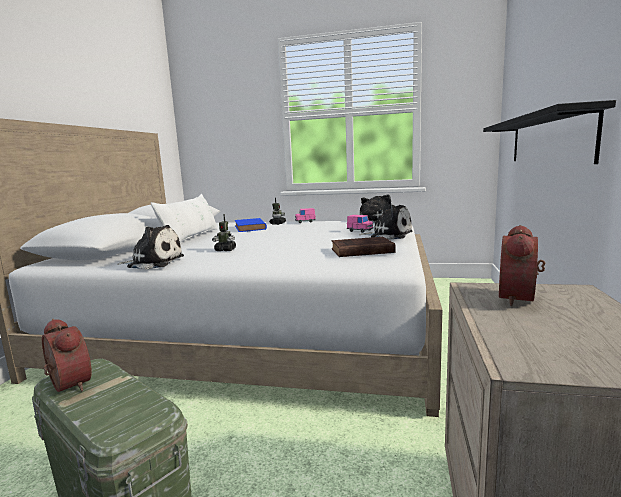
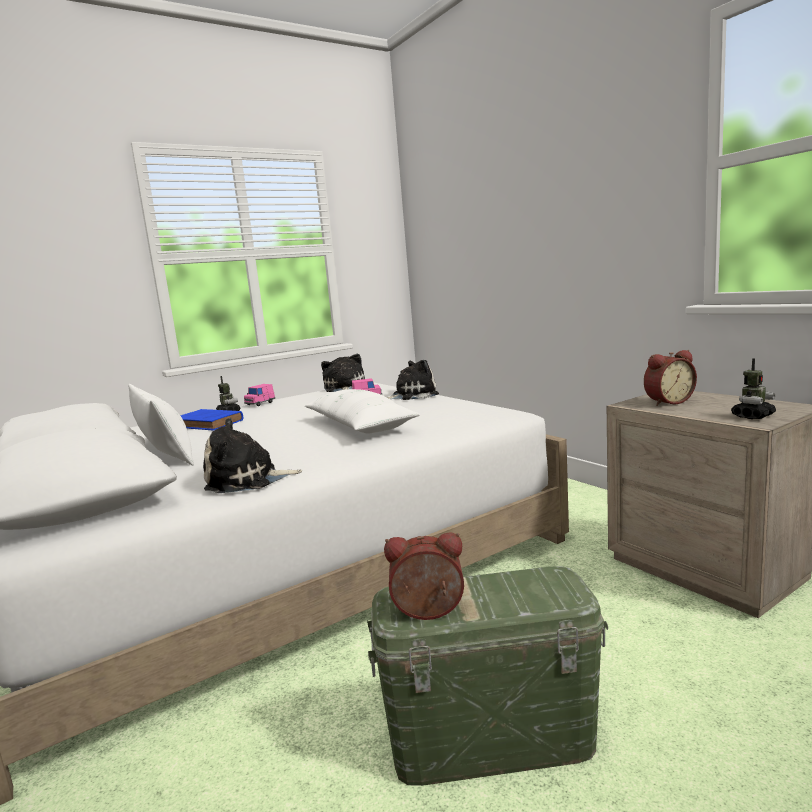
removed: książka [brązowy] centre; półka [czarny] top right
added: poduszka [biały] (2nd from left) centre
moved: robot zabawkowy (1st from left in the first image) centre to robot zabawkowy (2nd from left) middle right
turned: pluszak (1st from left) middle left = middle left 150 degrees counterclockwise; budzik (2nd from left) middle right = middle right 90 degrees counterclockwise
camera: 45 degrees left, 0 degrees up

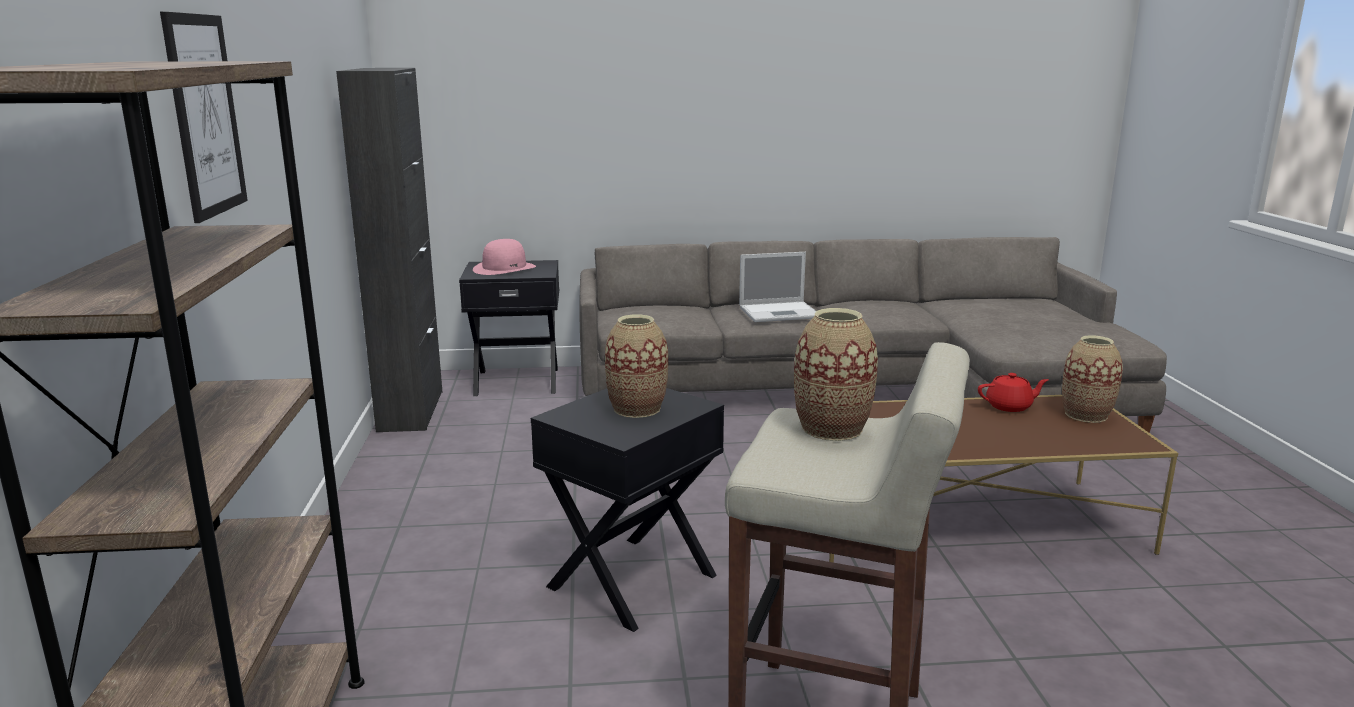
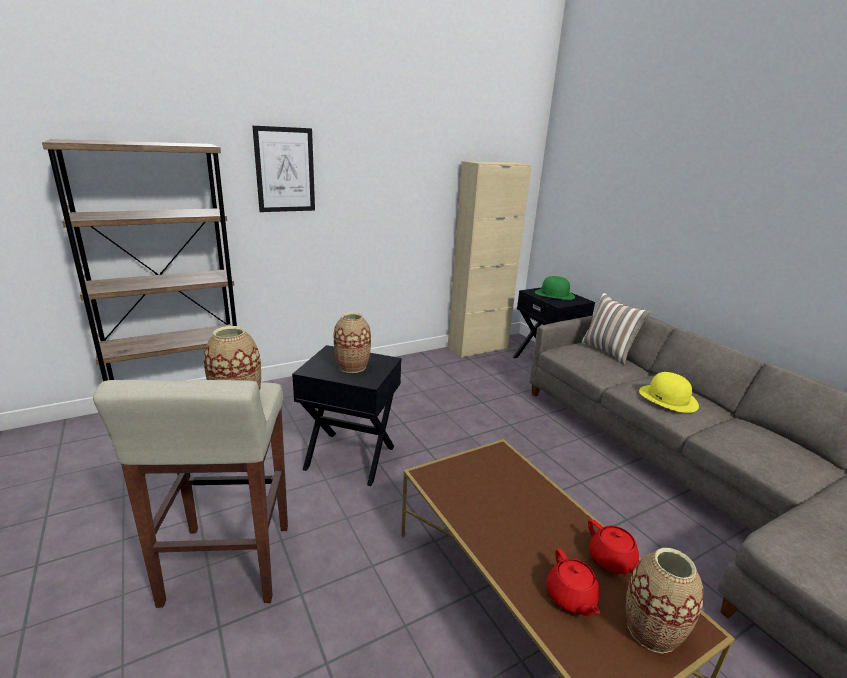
added: imbryk [czerwony] (1st from left) bottom right; poduszka middle right
replaced: laptop centre to kapelusz [żółty] middle right
recoloured: szafka [czarny] middle left to szafka [beżowy] centre; kapelusz [różowy] centre to kapelusz [zielony] centre
camera: 65 degrees right, 5 degrees up

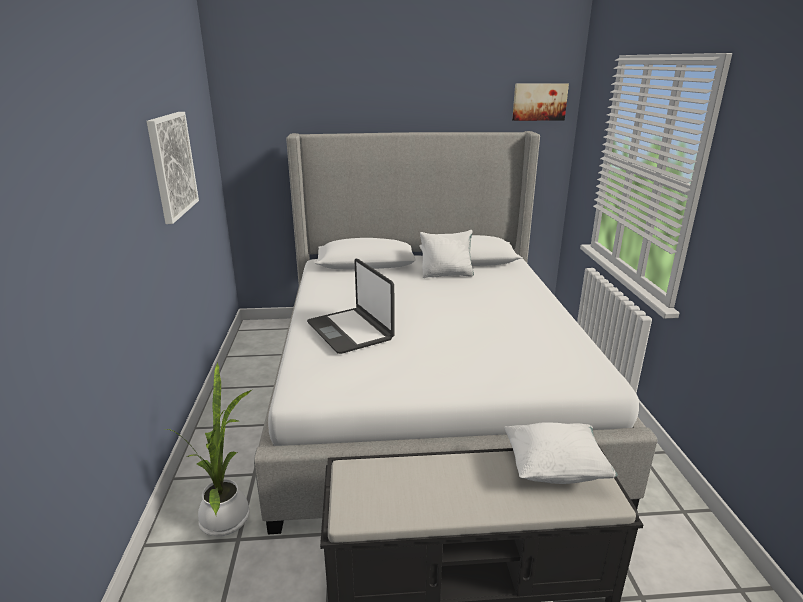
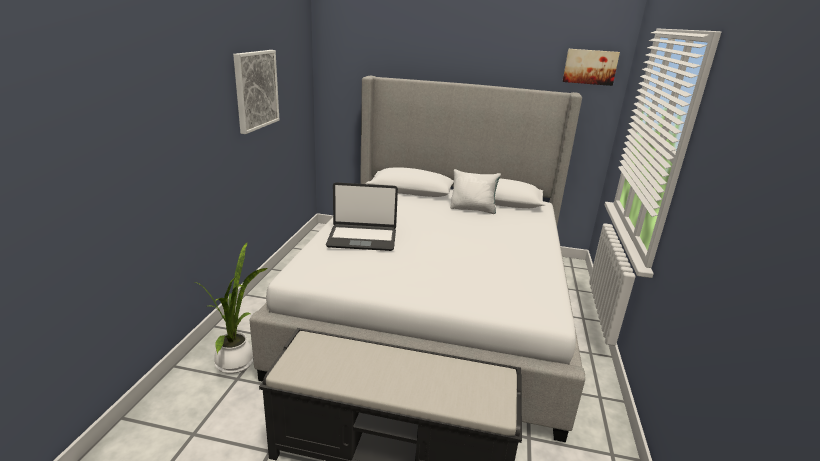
removed: poduszka [biały] (2nd from left) bottom right
turned: laptop centre = centre 75 degrees counterclockwise
camera: 15 degrees right, 0 degrees up

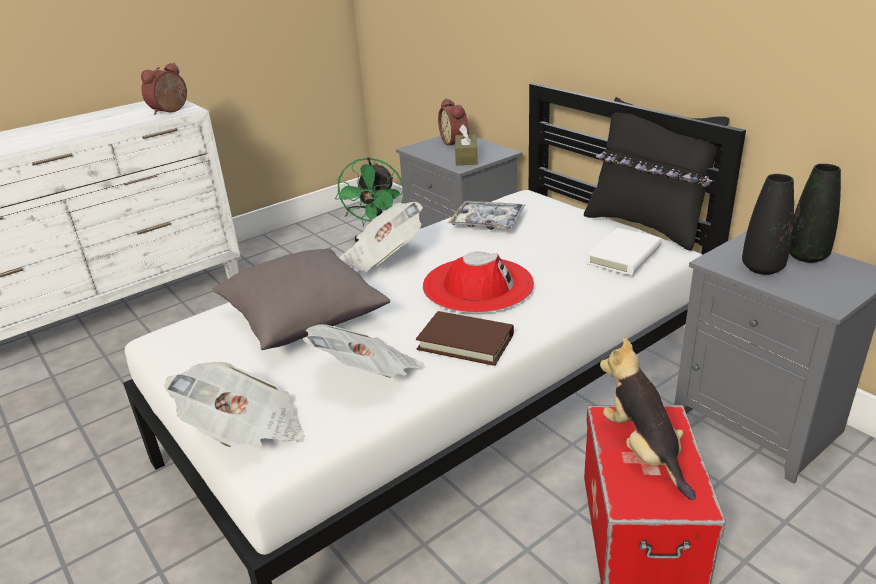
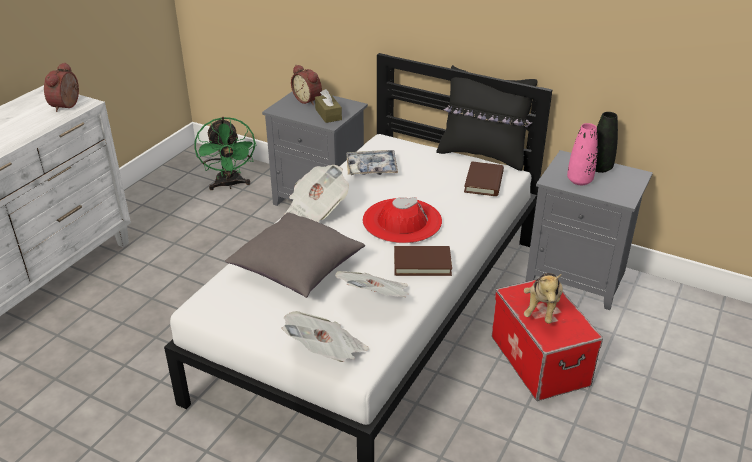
recoloured: książka [biały] middle right to książka [brązowy] (2nd from left) centre; wazon [czarny] (1st from left) middle right to wazon [różowy] middle right
turned: pluszak bottom right = middle right 120 degrees counterclockwise
camera: 25 degrees left, 5 degrees up

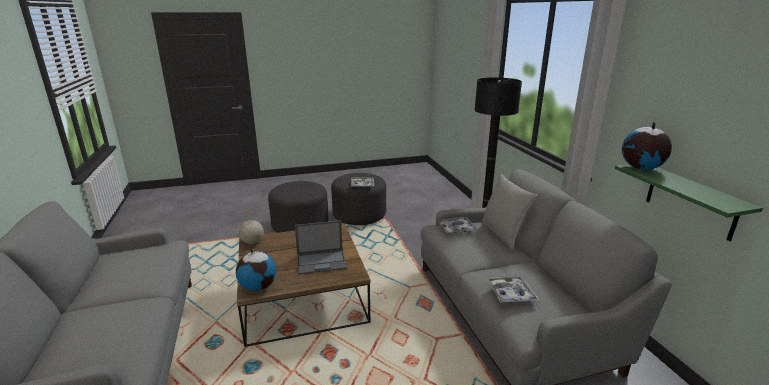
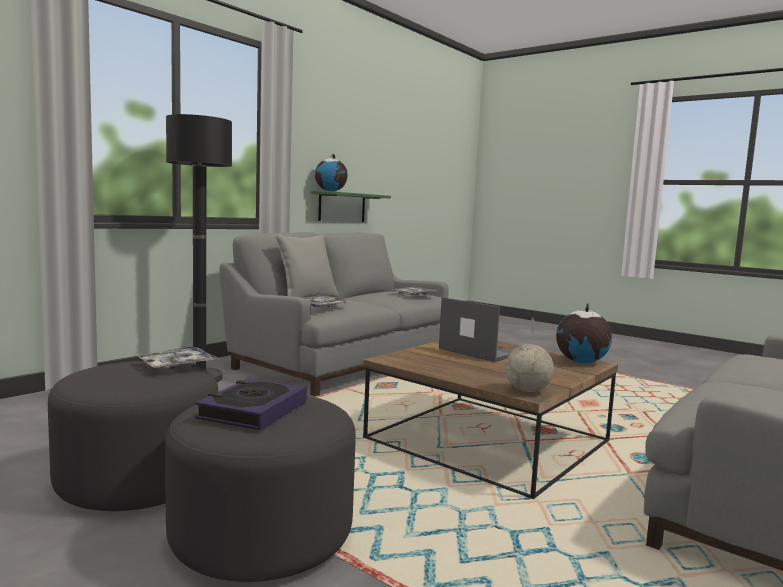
added: książka bottom left
camera: 125 degrees left, 15 degrees down

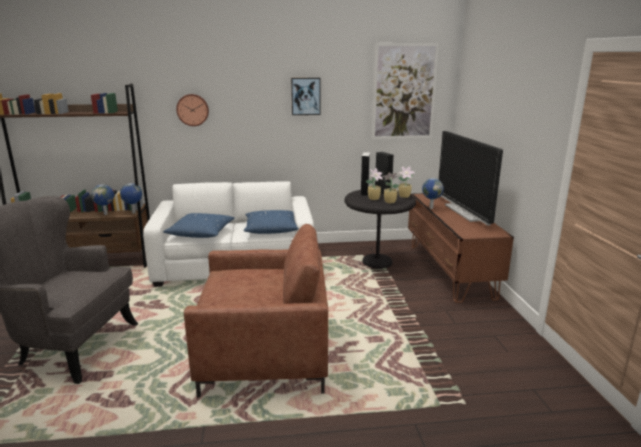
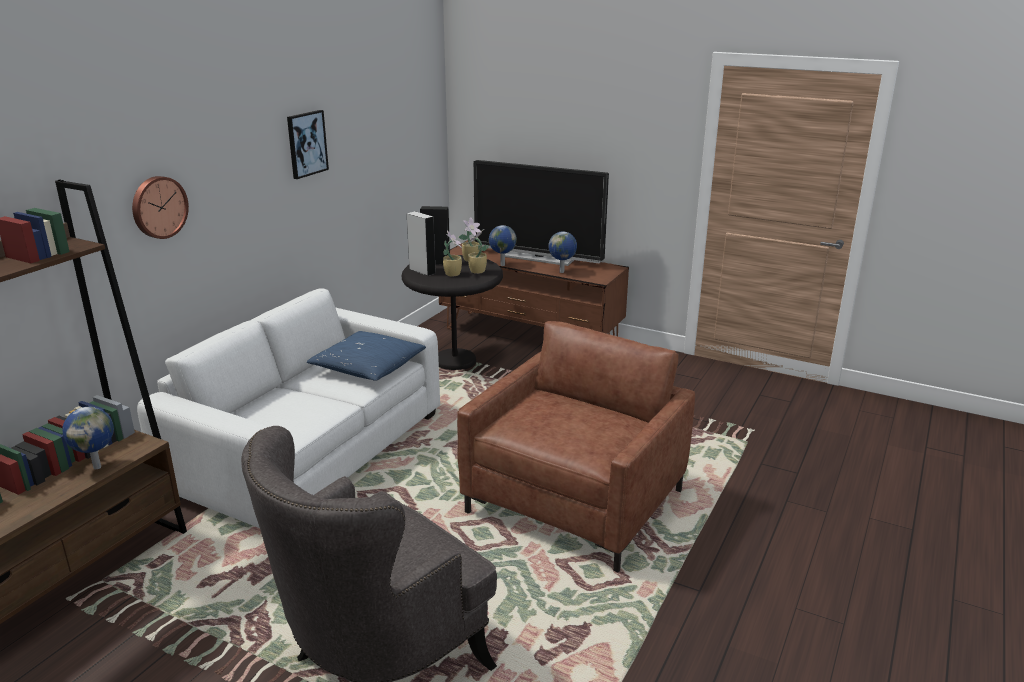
removed: poduszka [niebieski] (1st from left) middle left; obraz (2nd from left) top centre
moved: globus (2nd from left in the first image) middle left to globus (3rd from left) centre
camera: 55 degrees left, 5 degrees up

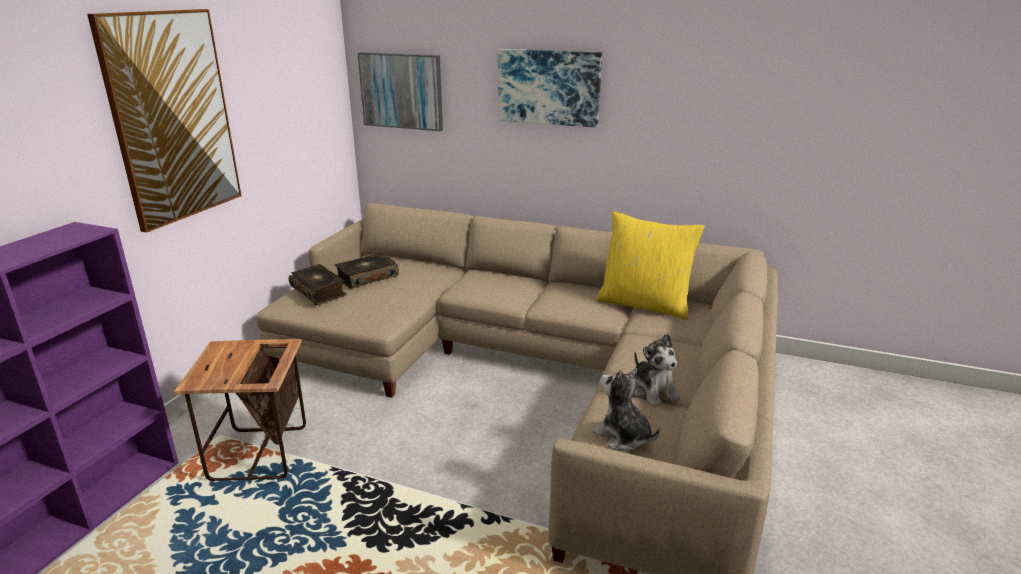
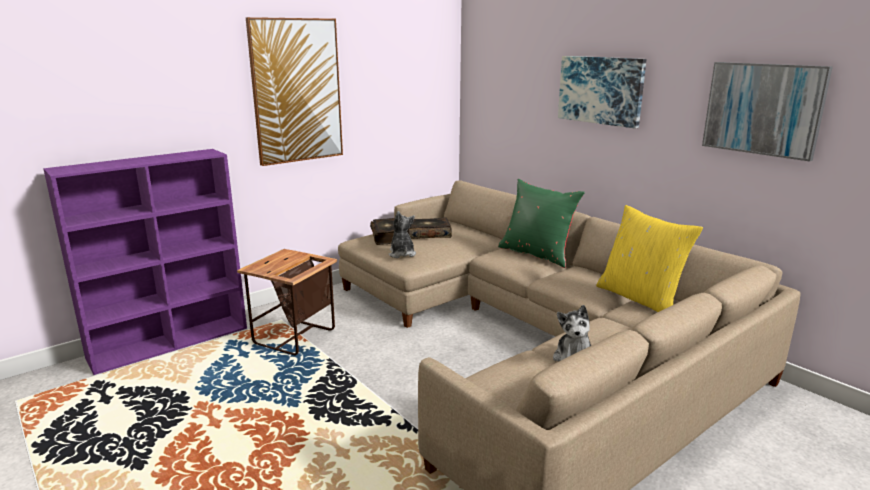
added: poduszka [zielony] centre
moved: pluszak (1st from left) bottom centre to centre; obraz (2nd from left in the first image) top centre to obraz (3rd from left) top right
camera: 30 degrees right, 5 degrees down

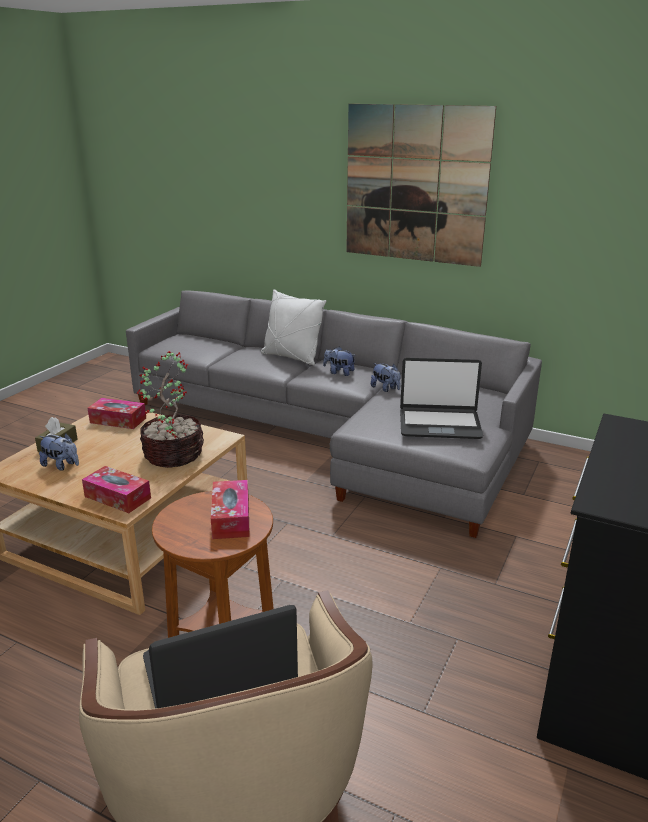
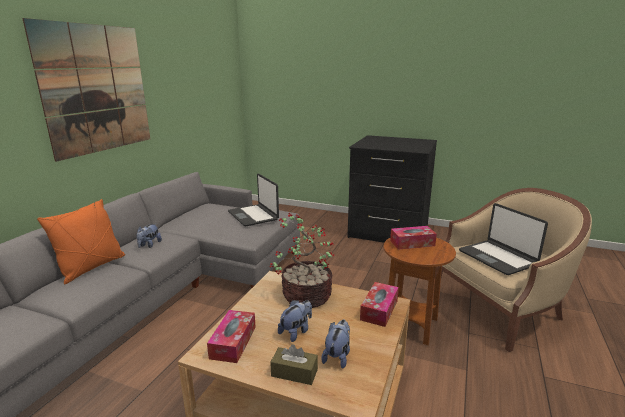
moved: pluszak (3rd from left in the first image) centre to pluszak (2nd from left) bottom centre
recoloured: poduszka [biały] centre to poduszka [pomarańczowy] middle left
turned: laptop (2nd from left in the first image) middle right = centre 150 degrees clockwise
camera: 95 degrees left, 5 degrees down

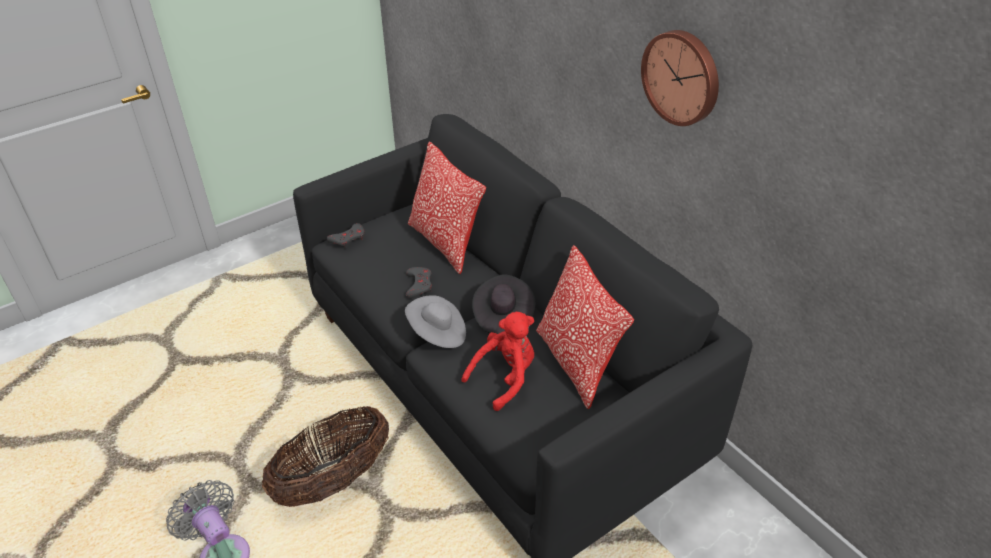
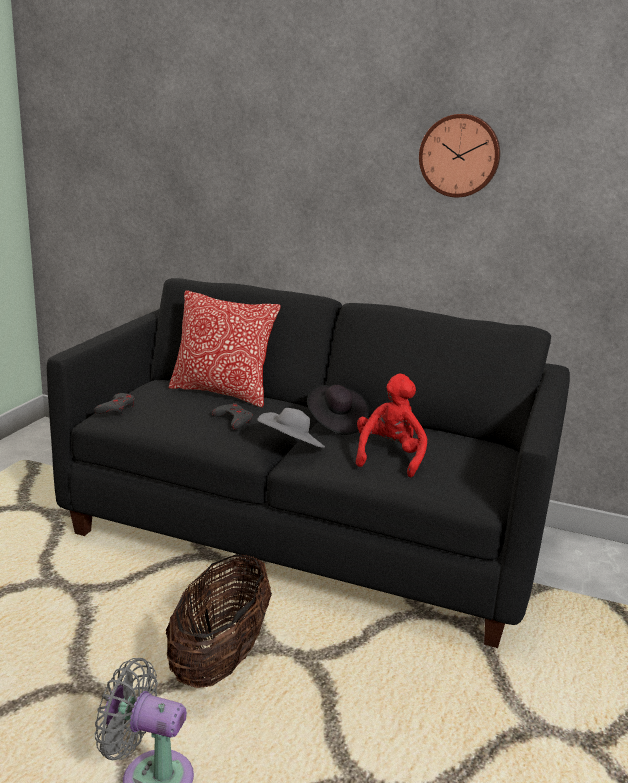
removed: poduszka (2nd from left) centre
camera: 35 degrees left, 20 degrees down

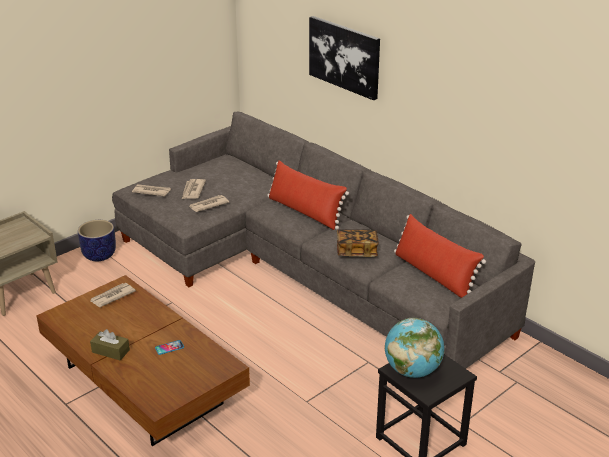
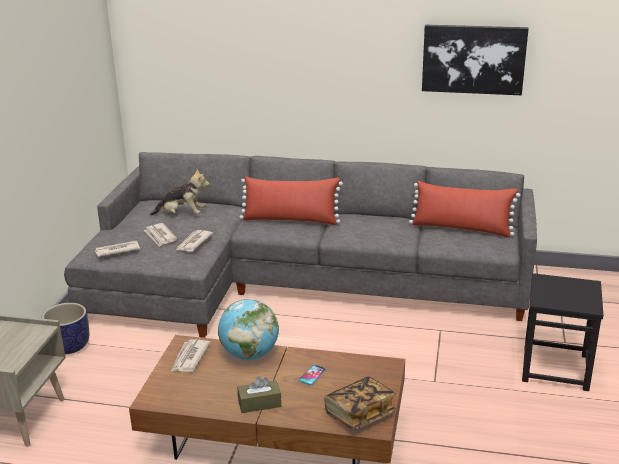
added: pluszak middle left
moved: globus bottom right to bottom centre; książka centre to bottom centre; obraz top centre to top right
camera: 35 degrees left, 5 degrees down

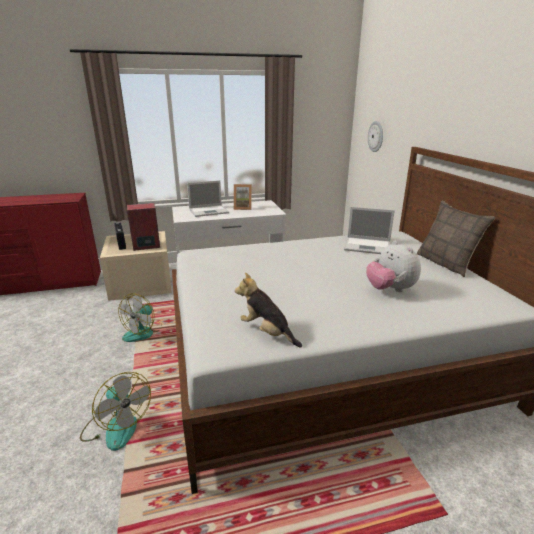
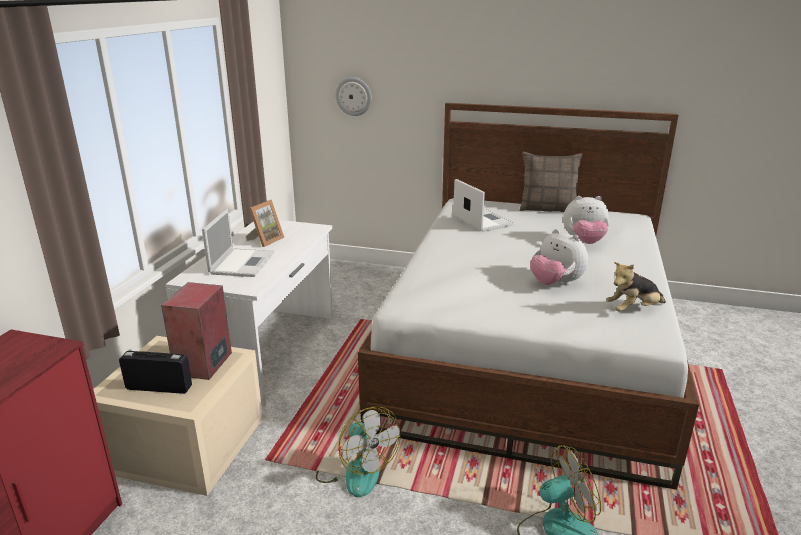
added: pluszak (1st from left) middle right
turned: laptop (2nd from left) middle right = centre 75 degrees counterclockwise
camera: 60 degrees left, 0 degrees up

